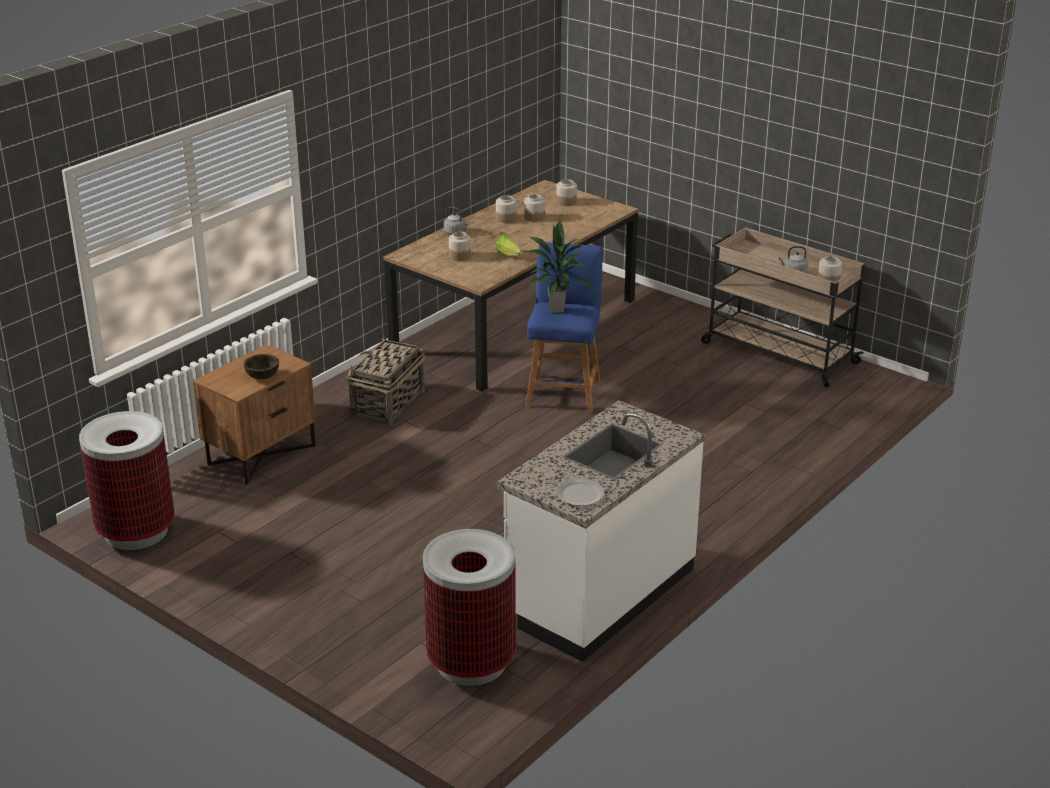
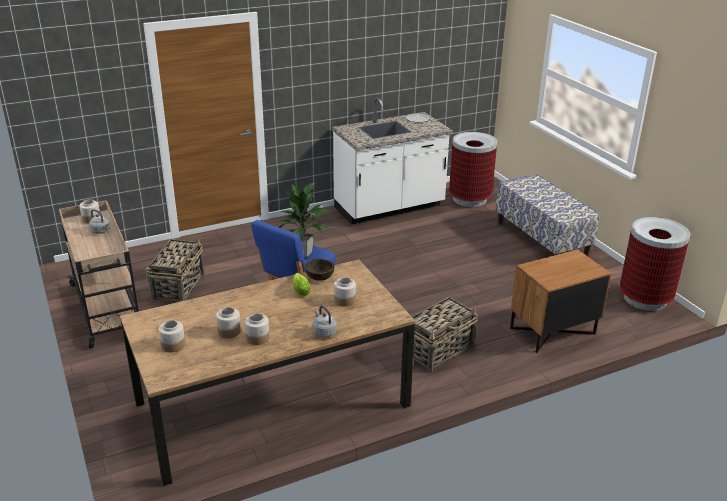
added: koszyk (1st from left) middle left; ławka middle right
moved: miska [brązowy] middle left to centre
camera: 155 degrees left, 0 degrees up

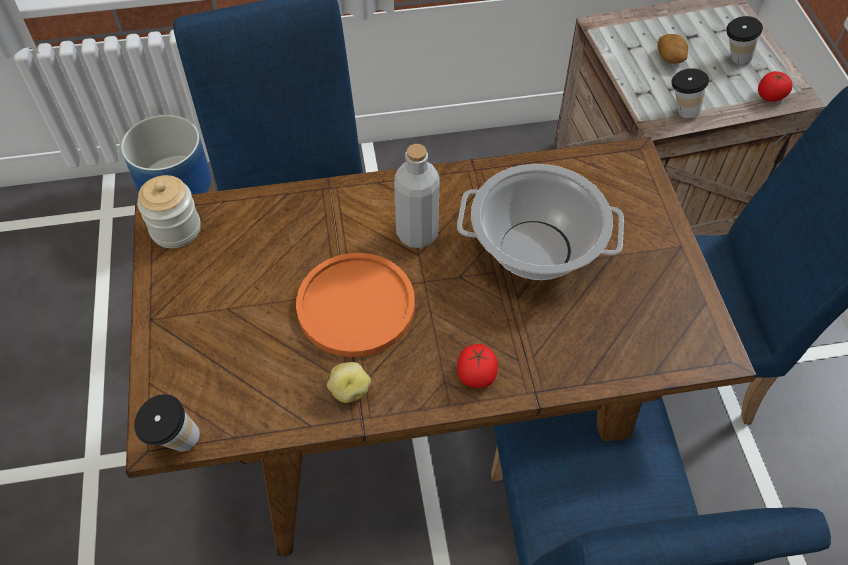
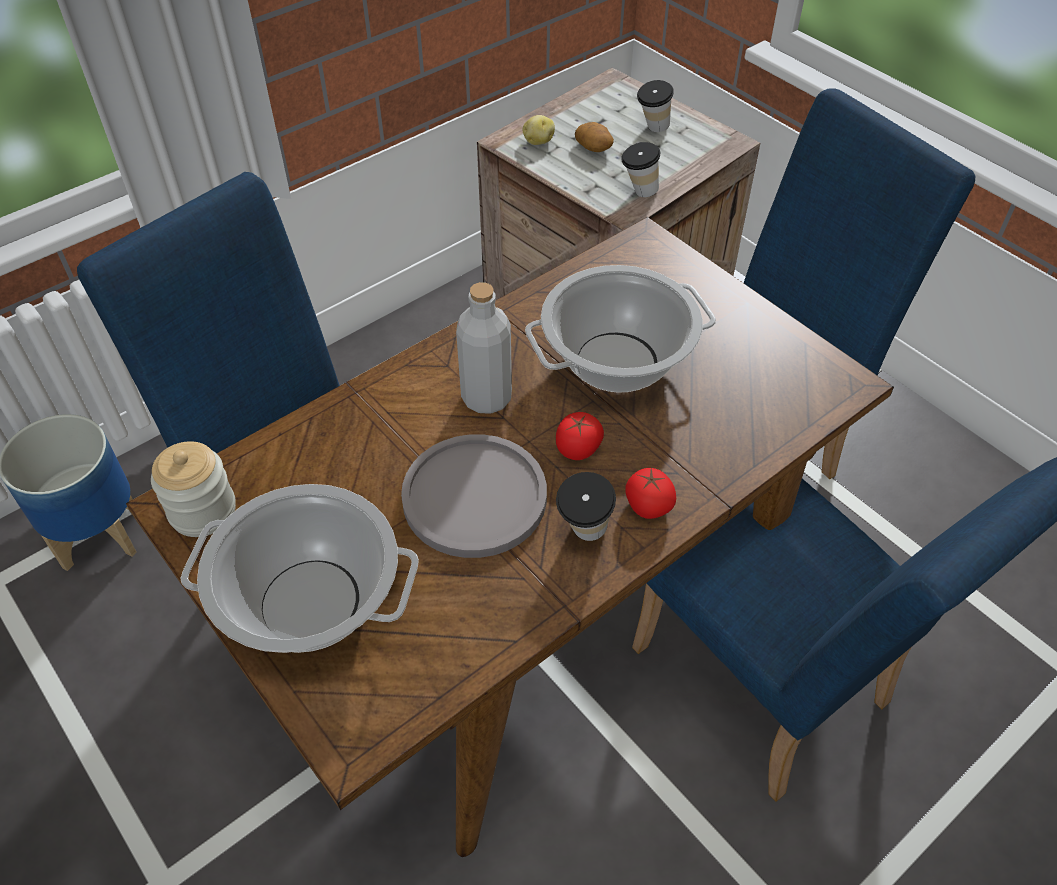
added: garnek (1st from left) middle left
moved: ziemniak (1st from left) bottom centre to top centre; pomidor (2nd from left in the first image) top right to pomidor (1st from left) centre; filiżanka (1st from left) bottom left to centre
recoloured: talerz [pomarańczowy] centre to talerz [szary] centre
camera: 30 degrees left, 5 degrees down

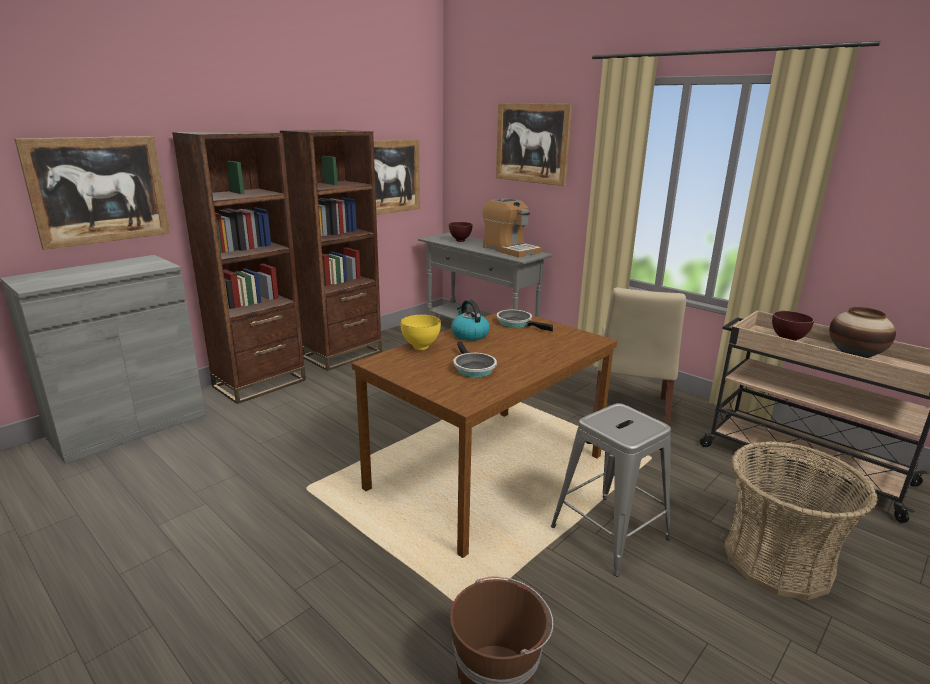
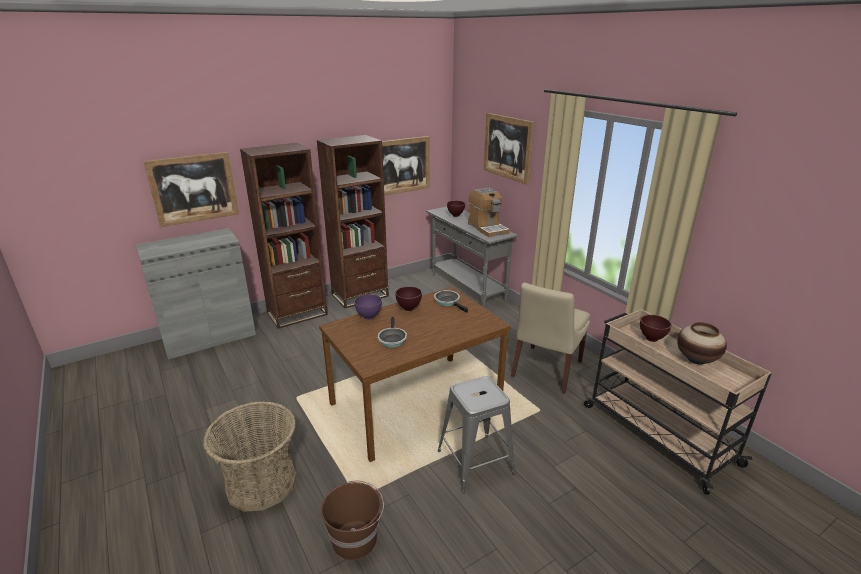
moved: koszyk bottom right to bottom left
replaced: czajnik centre to miska [brązowy] (1st from left) centre
recoloured: miska [żółty] centre to miska [fioletowy] centre
camera: 15 degrees right, 5 degrees up

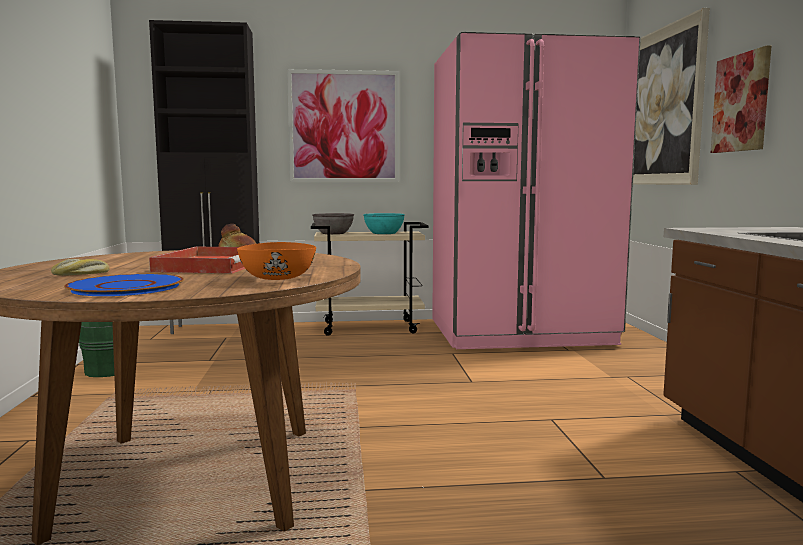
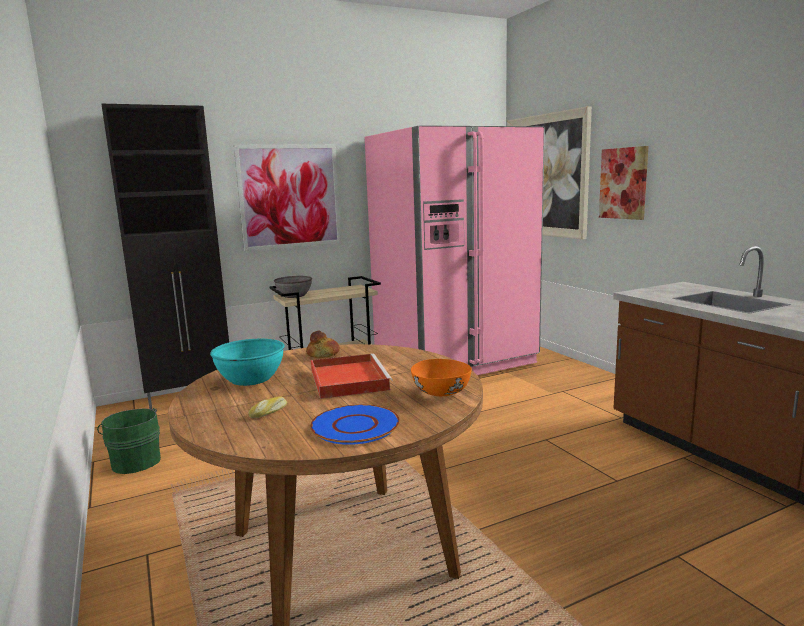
moved: miska [turkusowy] centre to middle left
camera: 20 degrees left, 5 degrees up

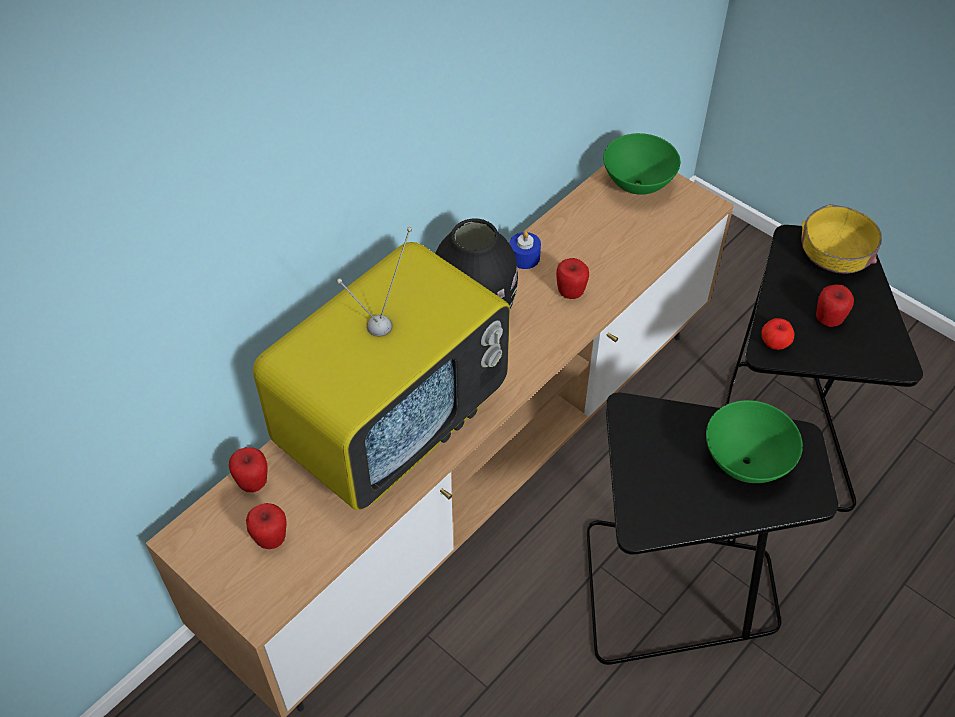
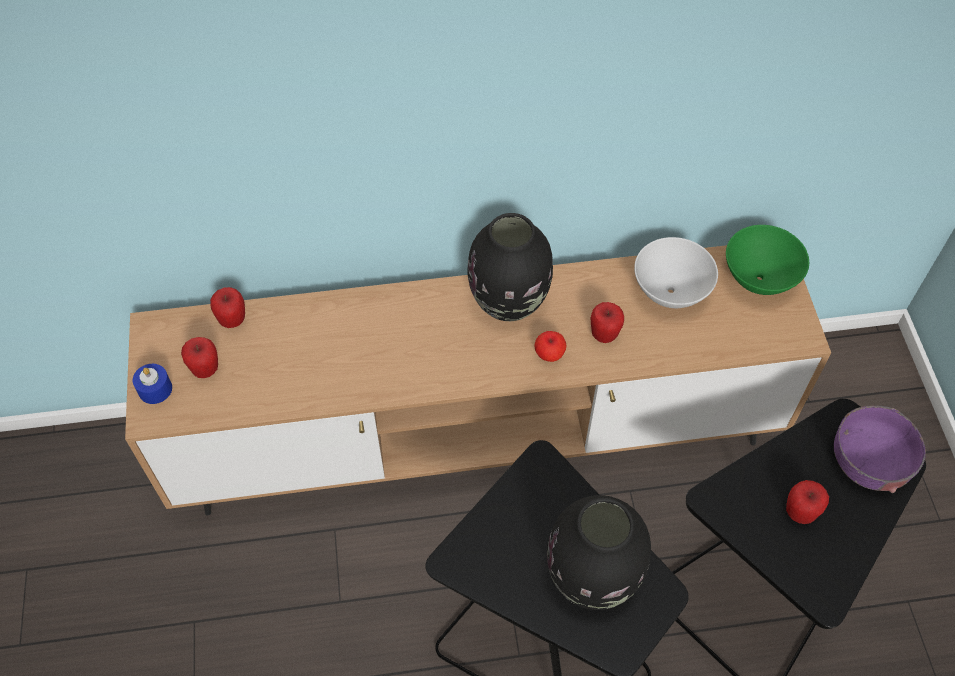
removed: telewizor centre
added: miska [biały] middle right
moved: świeca [niebieski] centre to middle left; jabłko (4th from left in the first image) middle right to jabłko (3rd from left) centre
replaced: miska [zielony] (2nd from left) middle right to wazon [czarny] (2nd from left) bottom centre
recoloured: miska [żółty] middle right to miska [fioletowy] middle right
camera: 40 degrees right, 5 degrees up

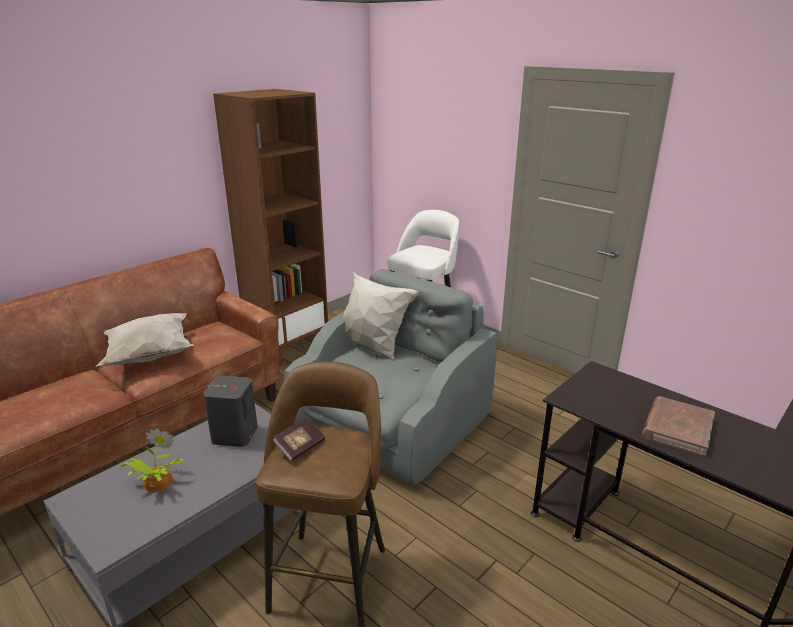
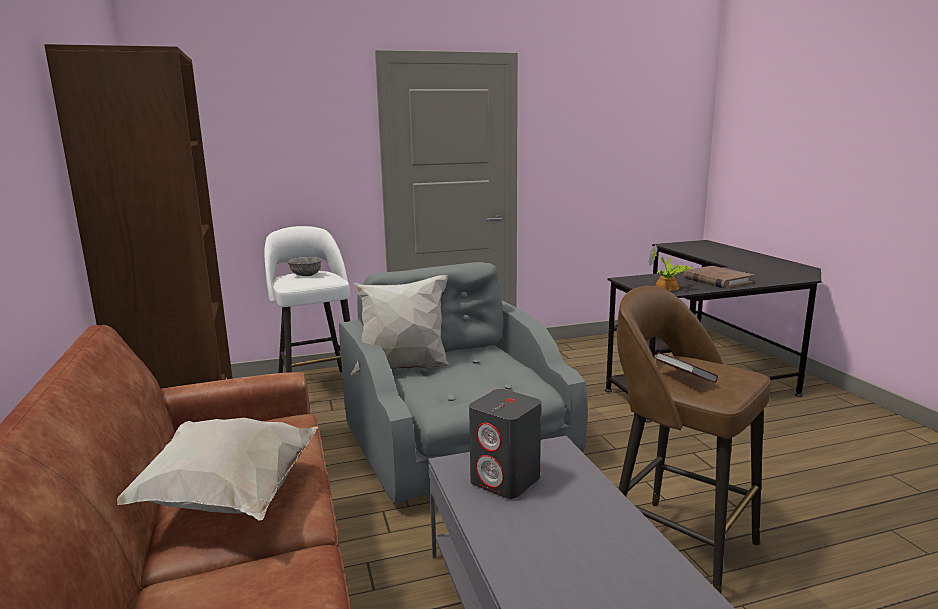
added: miska [szary] middle left
moved: roślina doniczkowa bottom left to middle right
camera: 60 degrees left, 10 degrees down

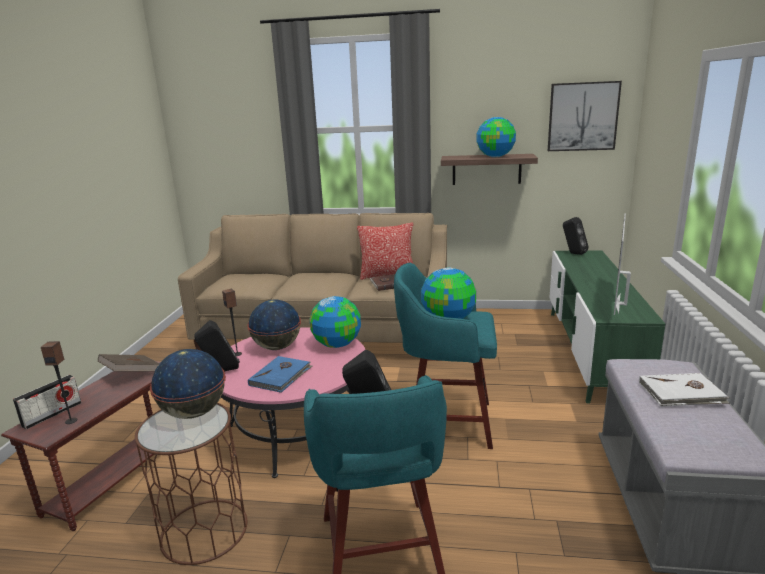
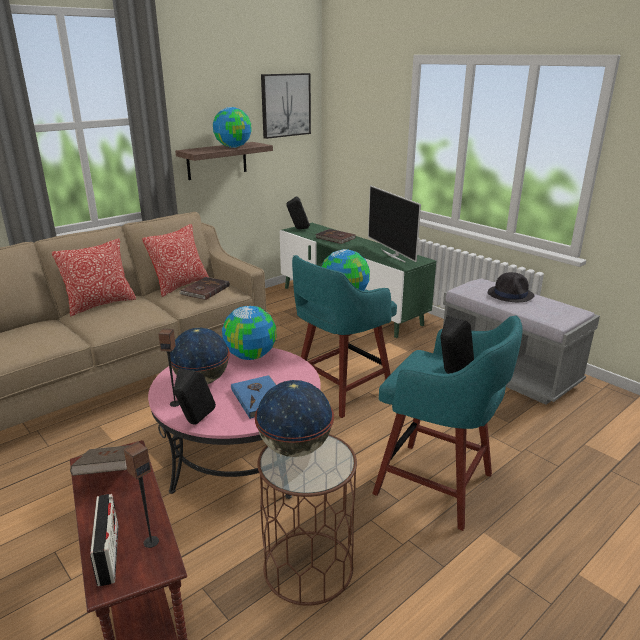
added: poduszka (1st from left) middle left; książka [brązowy] (3rd from left) centre
replaced: książka [biały] bottom right to kapelusz [czarny] middle right
camera: 50 degrees left, 5 degrees up

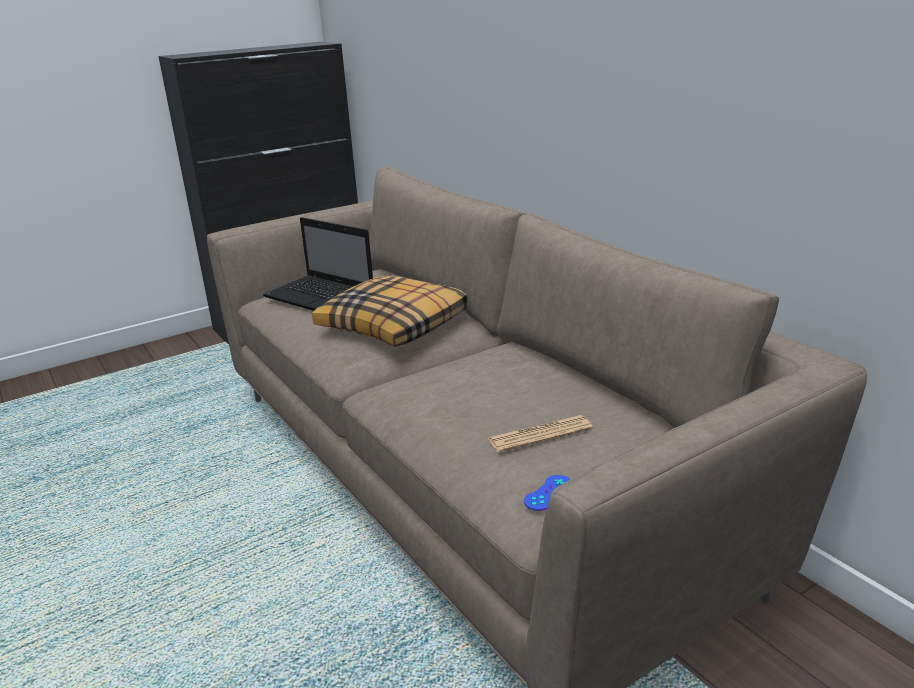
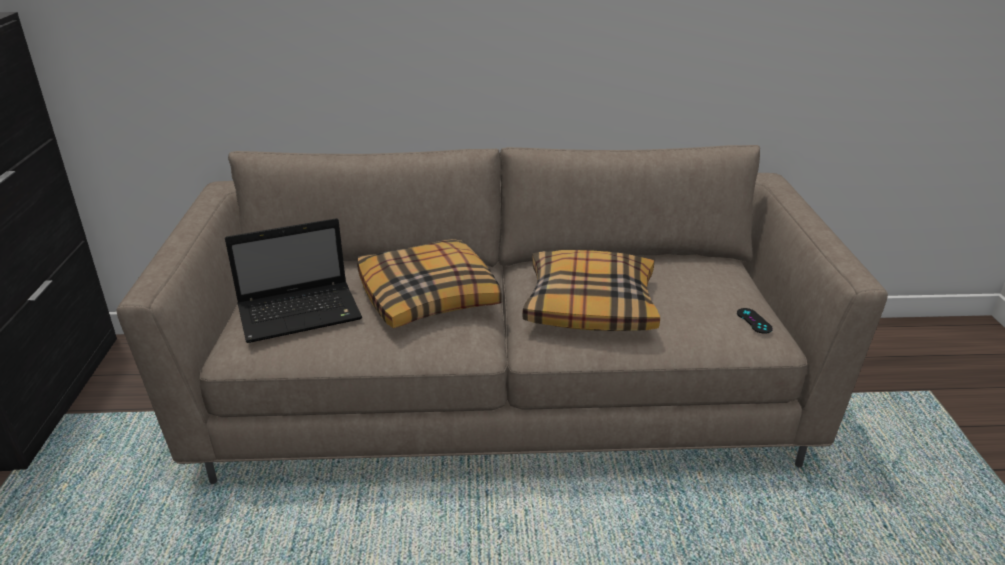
removed: gazeta centre
added: poduszka (2nd from left) centre
recoloured: pad do gier [niebieski] bottom centre to pad do gier [czarny] middle right
camera: 60 degrees left, 5 degrees up

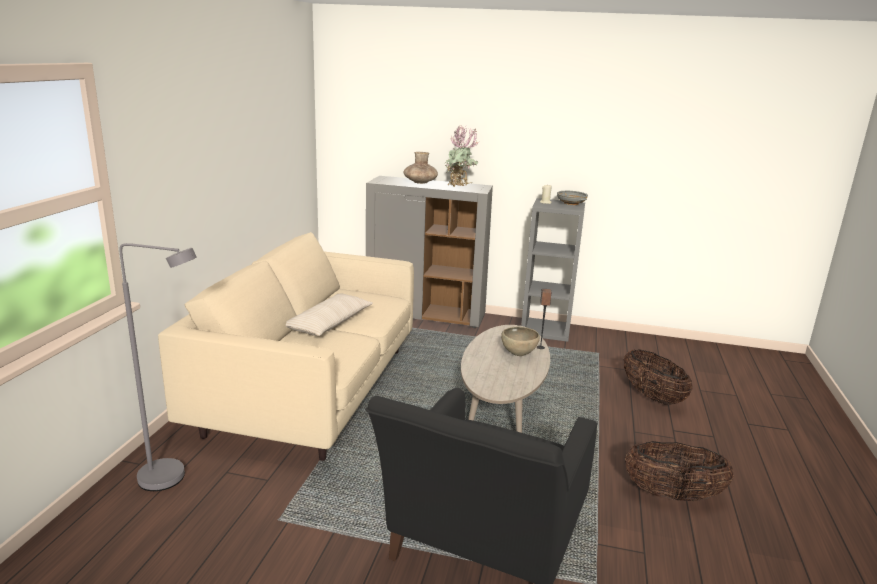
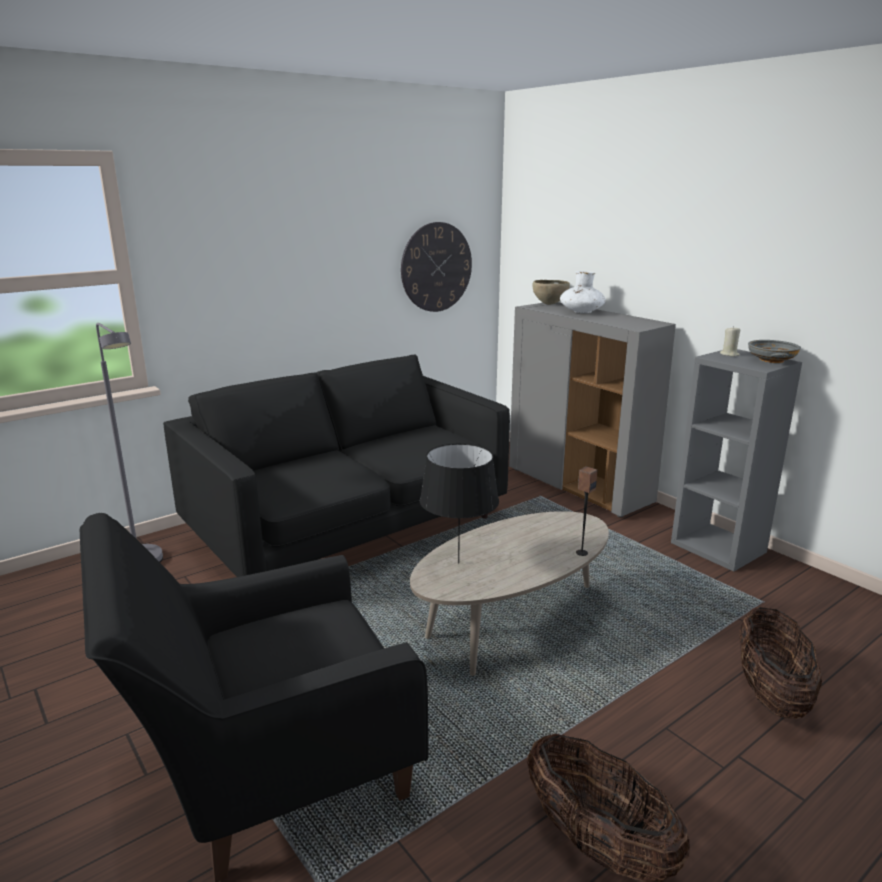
removed: poduszka [beżowy] centre; roślina doniczkowa top centre
added: zegar ścienny top centre; lampa stołowa [czarny] centre
moved: miska [brązowy] centre to top centre
recoloured: kanapa [beżowy] middle left to kanapa [czarny] centre; wazon [brązowy] top centre to wazon [biały] top centre
camera: 40 degrees right, 0 degrees up

